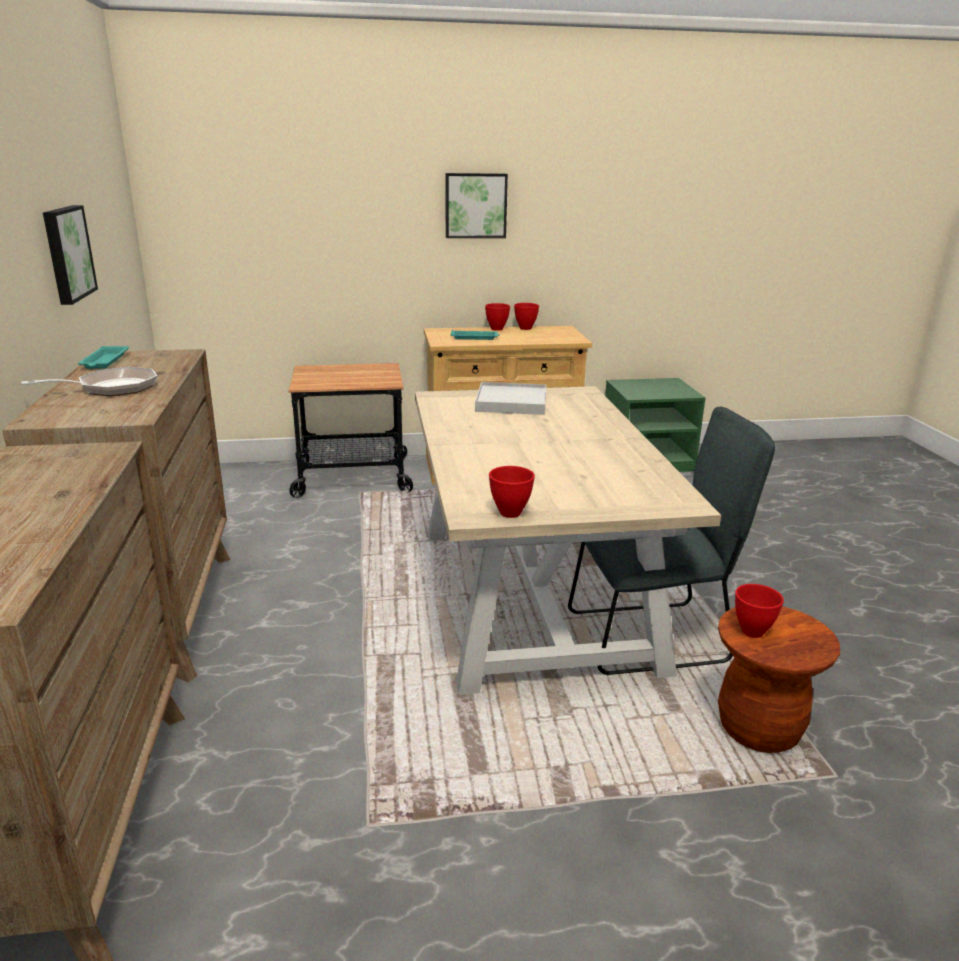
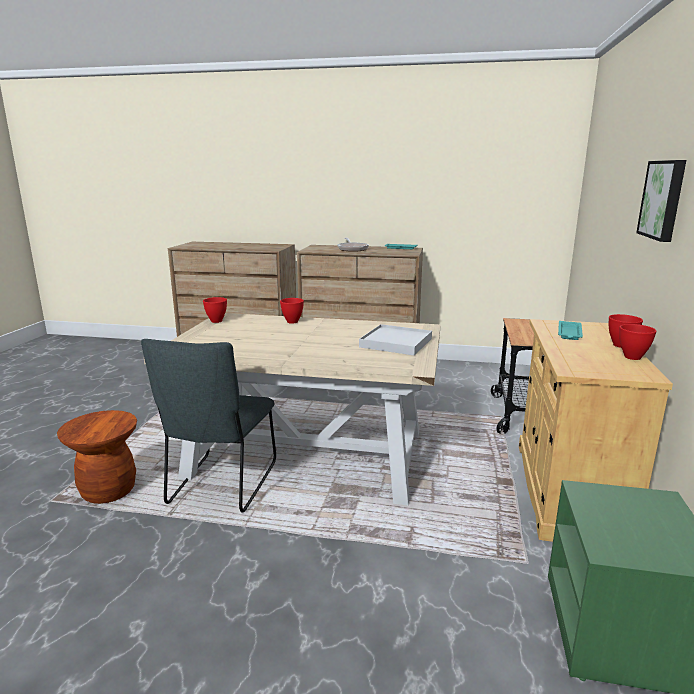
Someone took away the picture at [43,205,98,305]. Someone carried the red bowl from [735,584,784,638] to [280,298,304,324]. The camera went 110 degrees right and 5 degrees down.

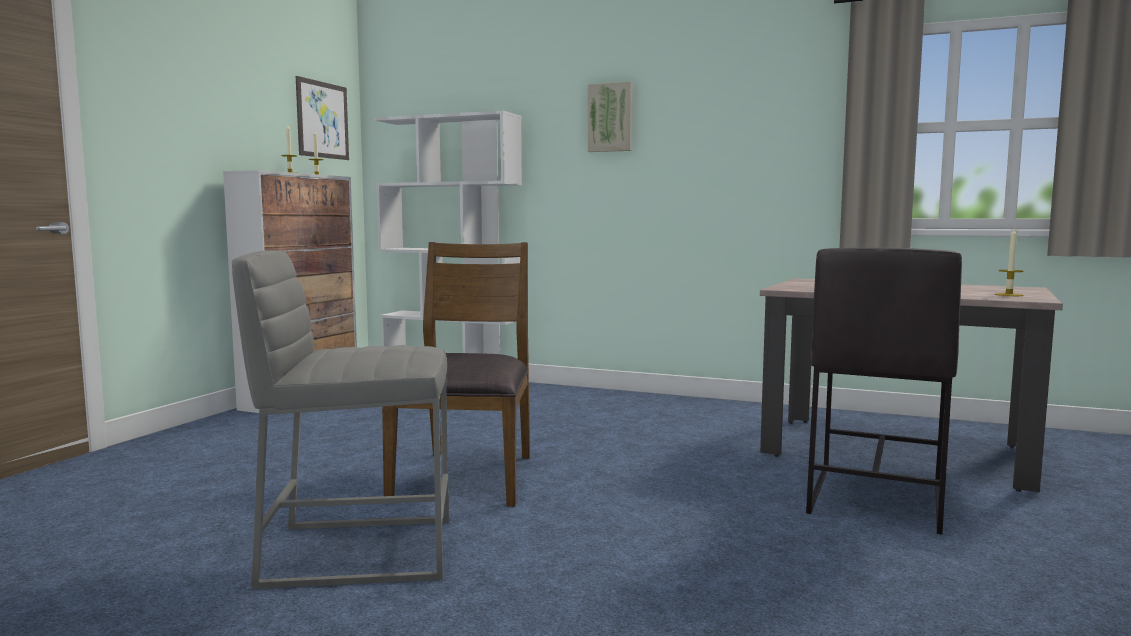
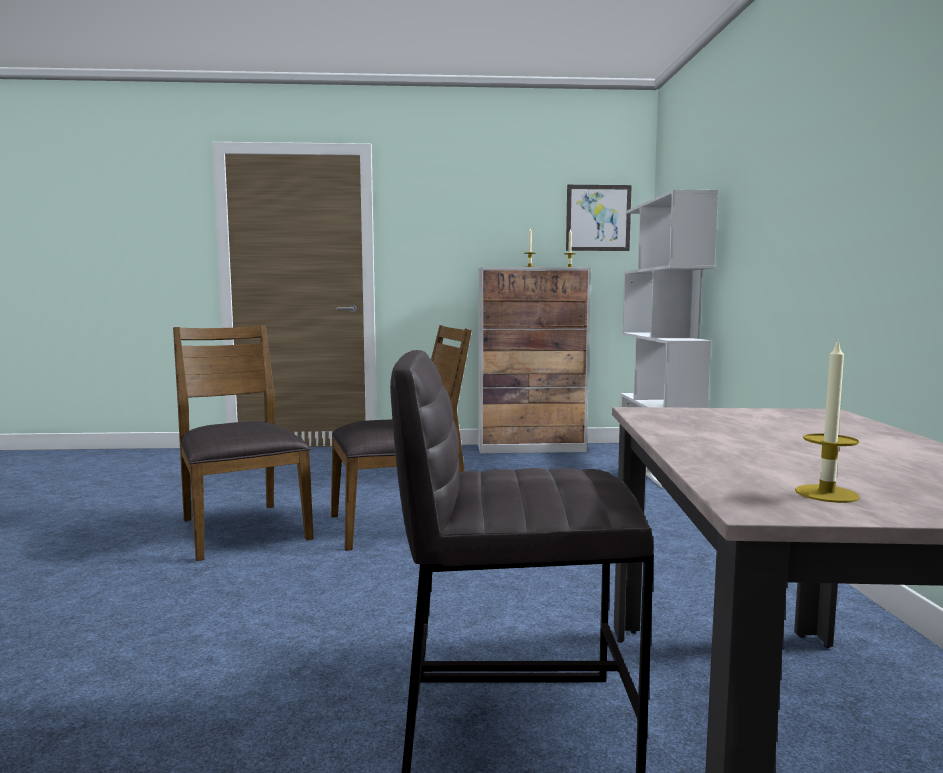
Someone took away the picture at [588,82,633,152]. Someone swapped the grey stool at [232,250,449,589] for the brown chair at [173,325,314,561]. The camera went 65 degrees right and 0 degrees up.

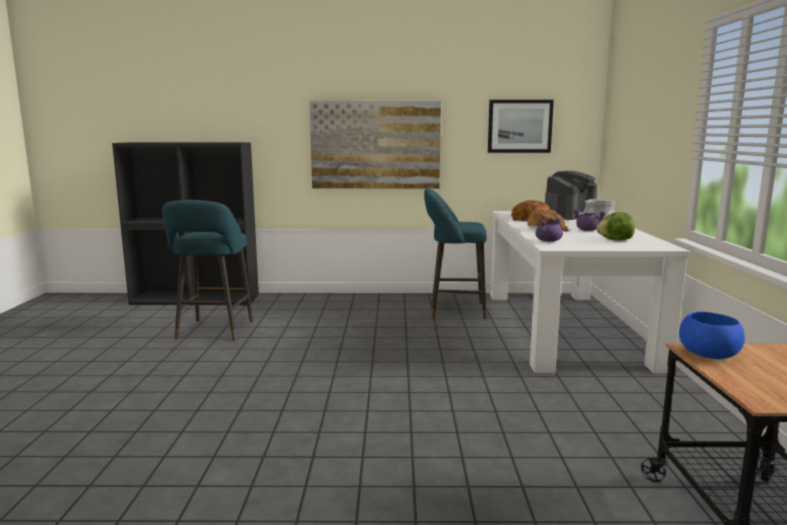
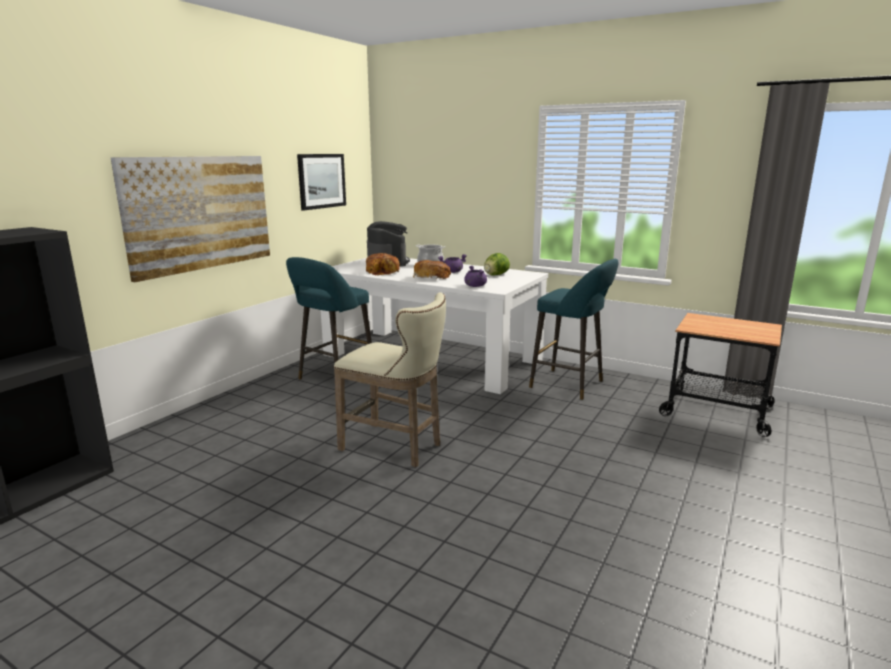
Someone carried the turquoise stool from [162,200,253,340] to [529,259,618,400]. Someone took away the blue bowl at [679,312,745,359]. Someone put down the beige stool at [334,292,446,467]. The camera went 60 degrees left and 5 degrees up.

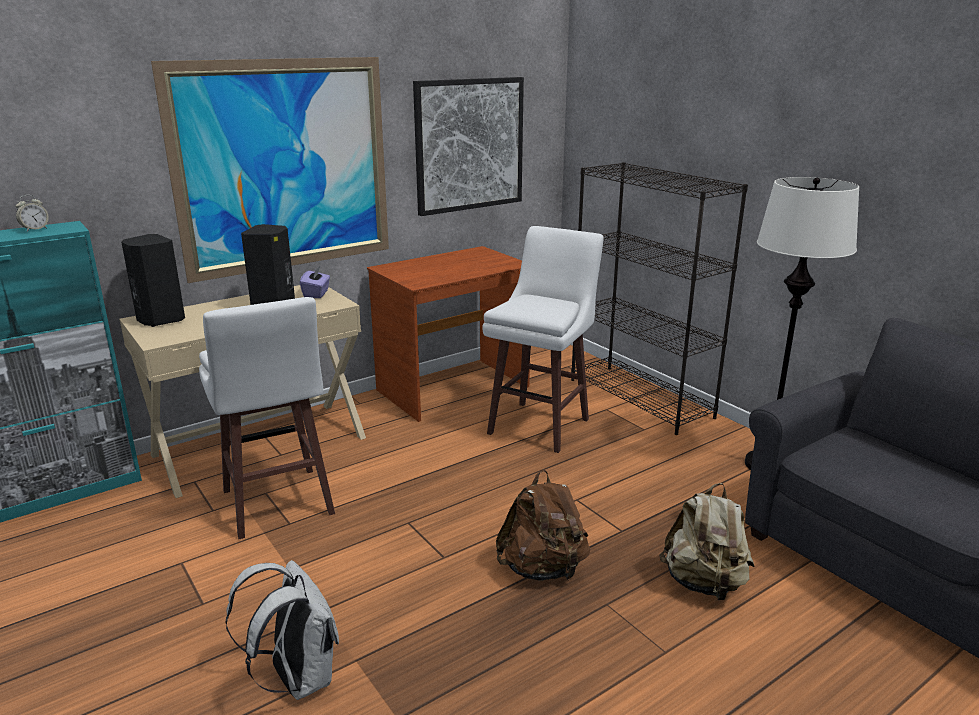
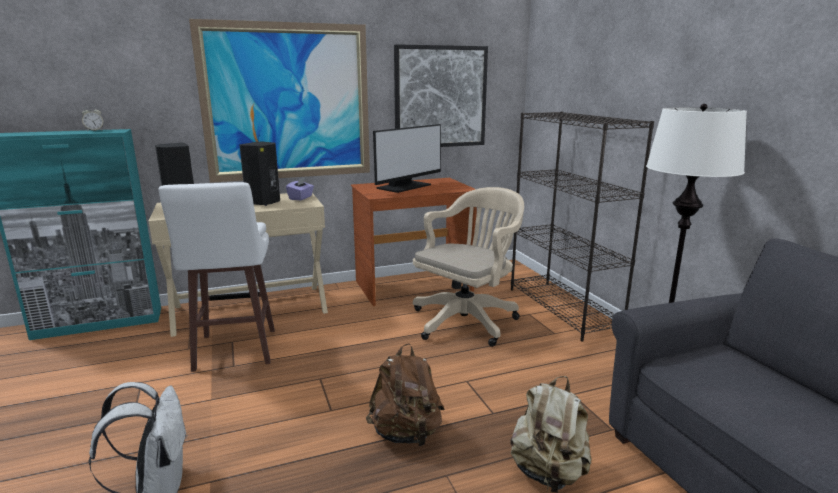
Someone swapped the white stool at [482,226,604,453] for the beige office chair at [413,187,524,347]. Someone put down the monitor at [373,124,441,193]. The camera went 15 degrees right and 5 degrees down.

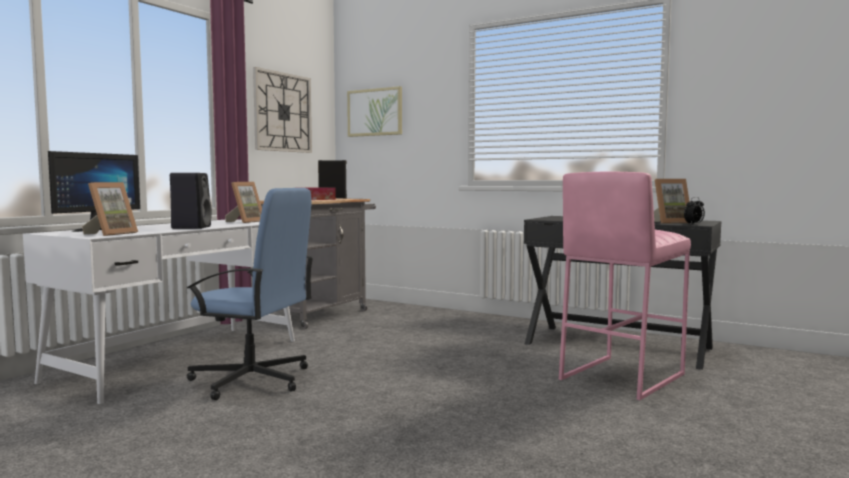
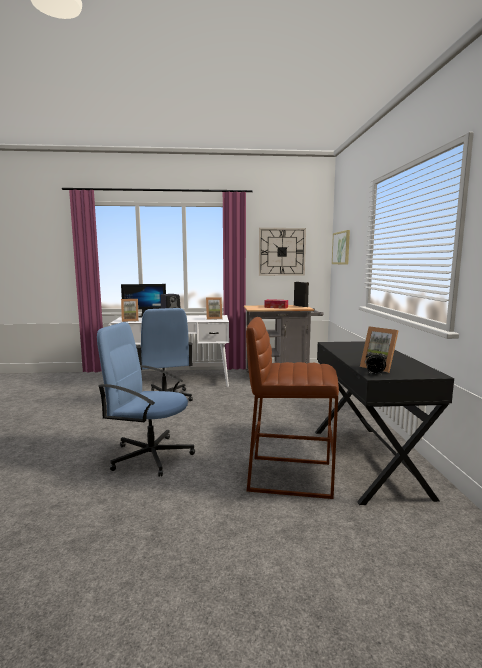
Someone repainted the pink stool at [559,171,691,400], which became the brown stool at [246,317,339,499]. Someone put down the blue office chair at [97,322,195,477]. The camera went 55 degrees right and 5 degrees up.

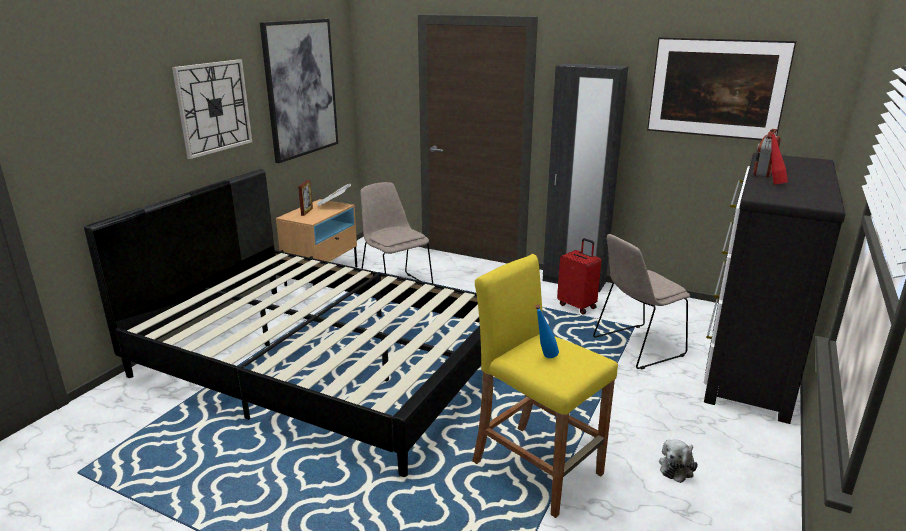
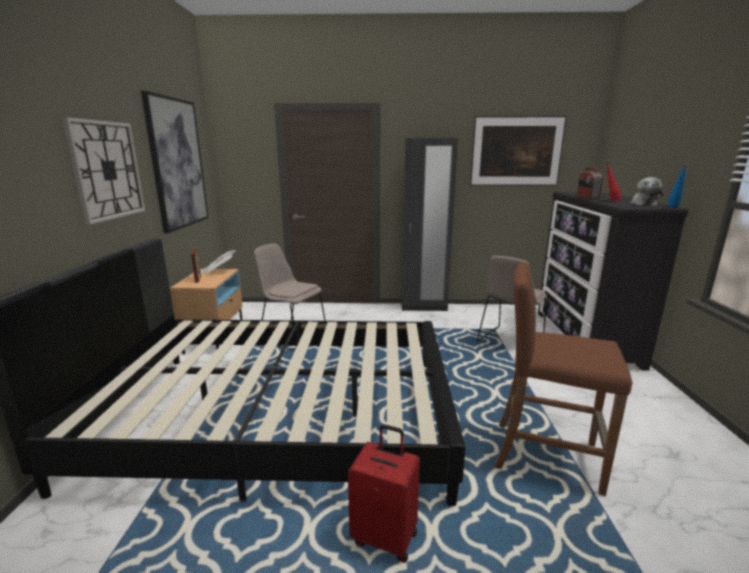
Someone carried the red suitcase from [557,238,601,314] to [348,424,420,563]. Someone repainted the yellow stool at [472,254,618,518], which became the brown stool at [495,262,632,496]. Someone carried the blue bottle from [535,304,559,358] to [667,164,687,207]. Someone carried the plush toy from [659,439,698,483] to [630,177,664,206]. The camera went 25 degrees left and 5 degrees down.

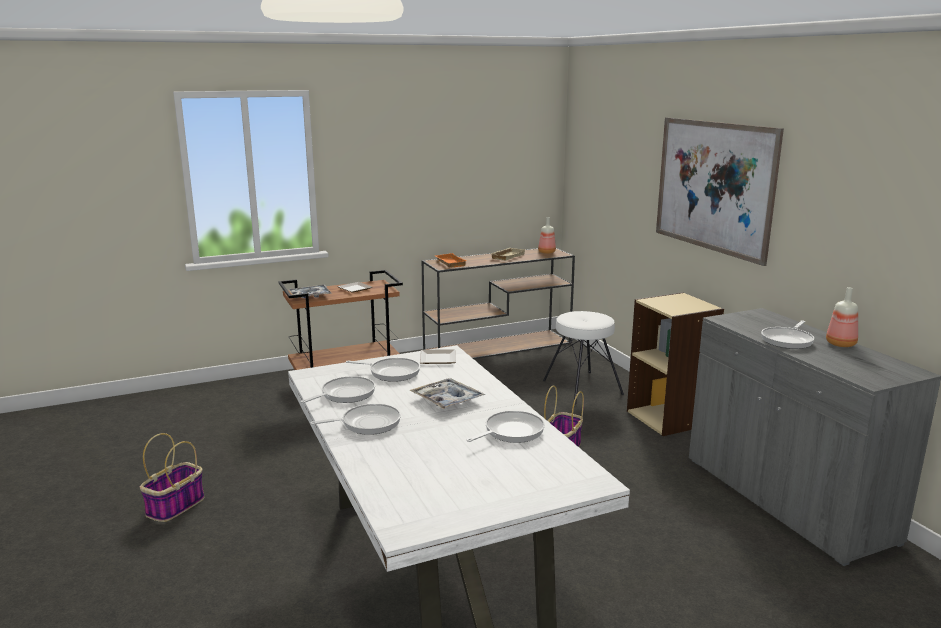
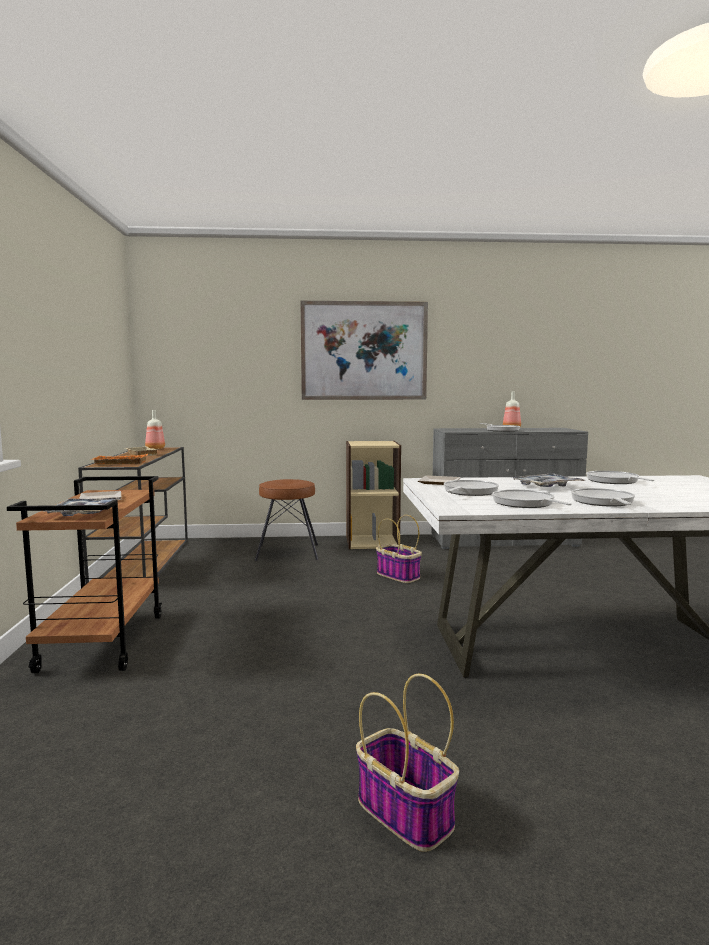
Someone repainted the white stool at [543,311,624,404], which became the brown stool at [255,479,318,561]. The camera went 70 degrees left and 10 degrees down.

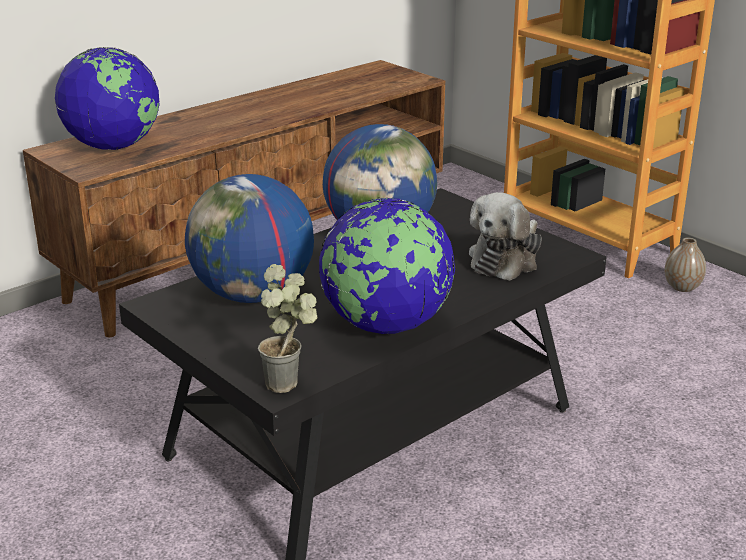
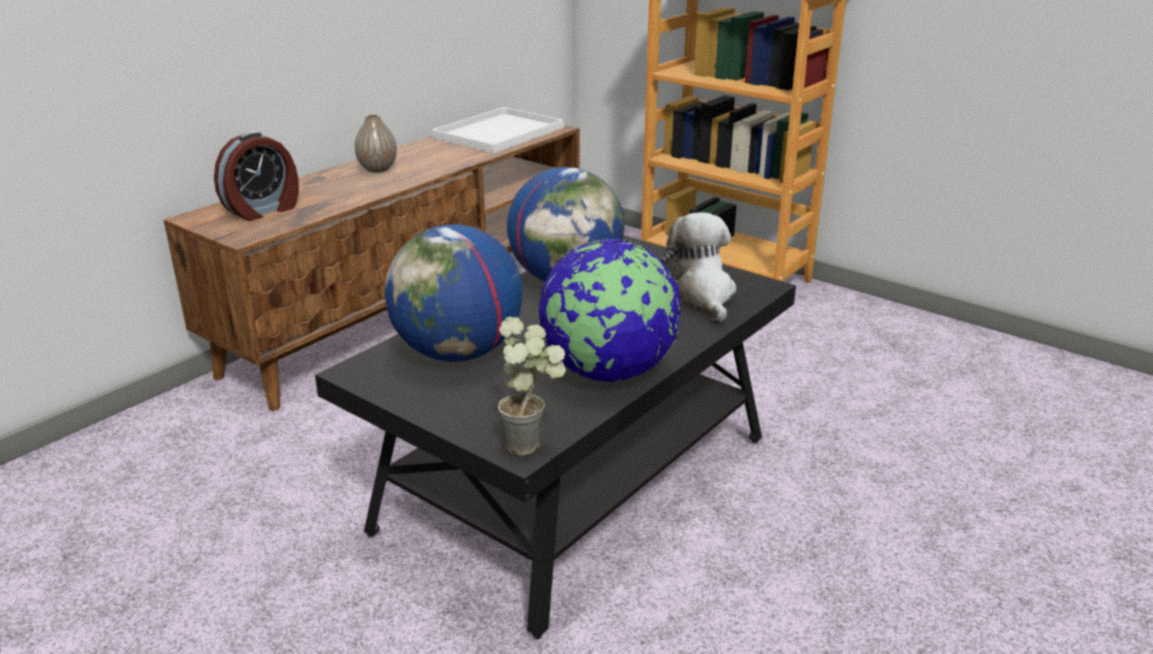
Someone swapped the globe at [55,47,160,150] for the alarm clock at [214,132,299,221]. Someone rotated the plush toy at [469,192,542,281] by 150 degrees clockwise. Someone carried the vase from [665,237,706,292] to [355,114,397,173]. Someone put down the white tray at [431,107,564,153]. The camera went 10 degrees left and 0 degrees up.

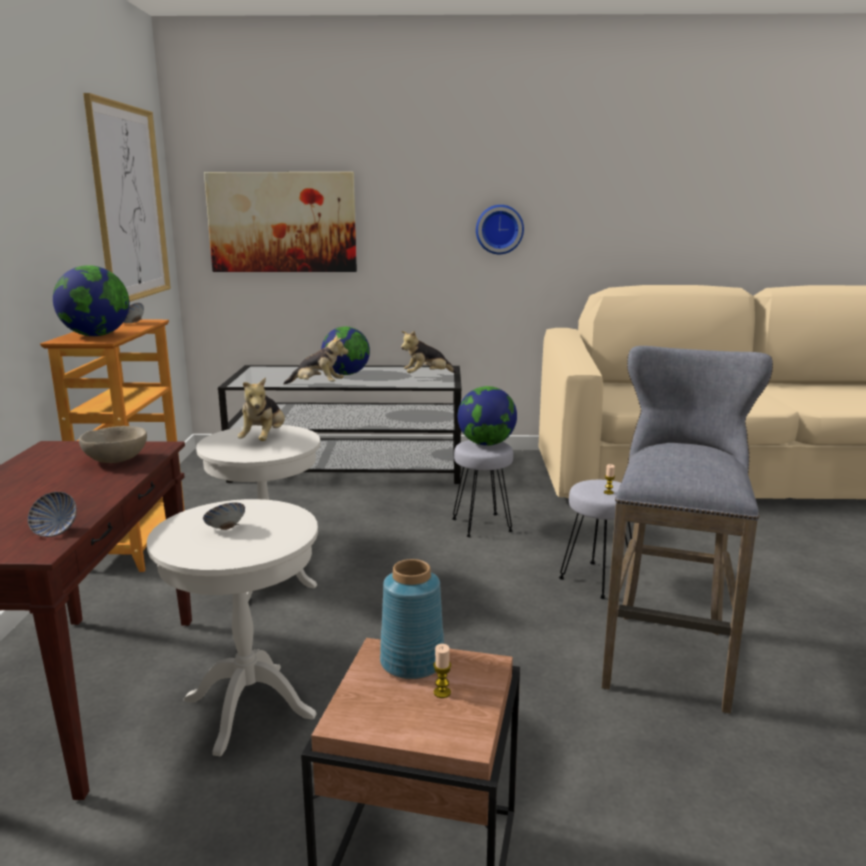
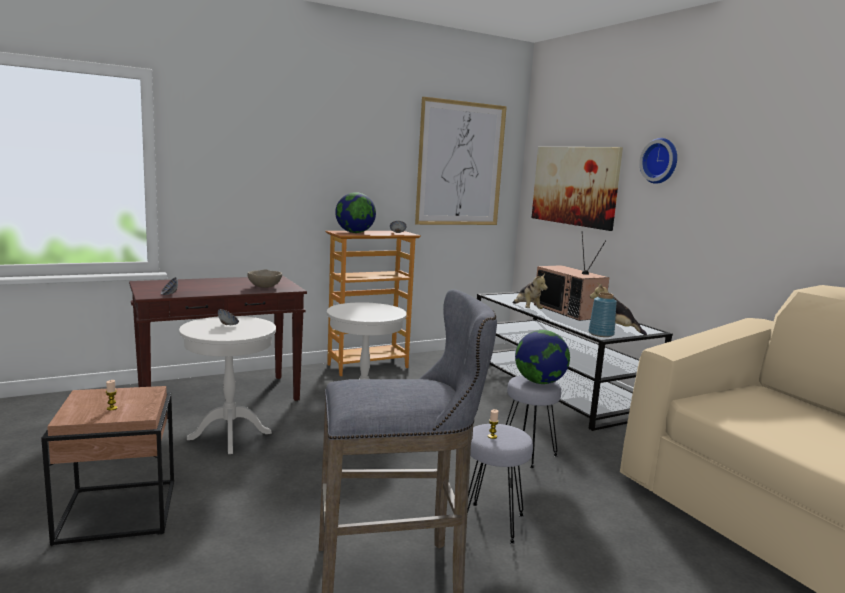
Someone carried the wall clock from [476,205,524,254] to [639,138,677,184]. Someone swapped the globe at [321,326,370,375] for the television at [534,234,609,321]. Someone took away the plush toy at [237,377,285,441]. Someone carried the blue vase from [380,559,444,679] to [588,292,617,337]. The camera went 60 degrees right and 5 degrees down.

